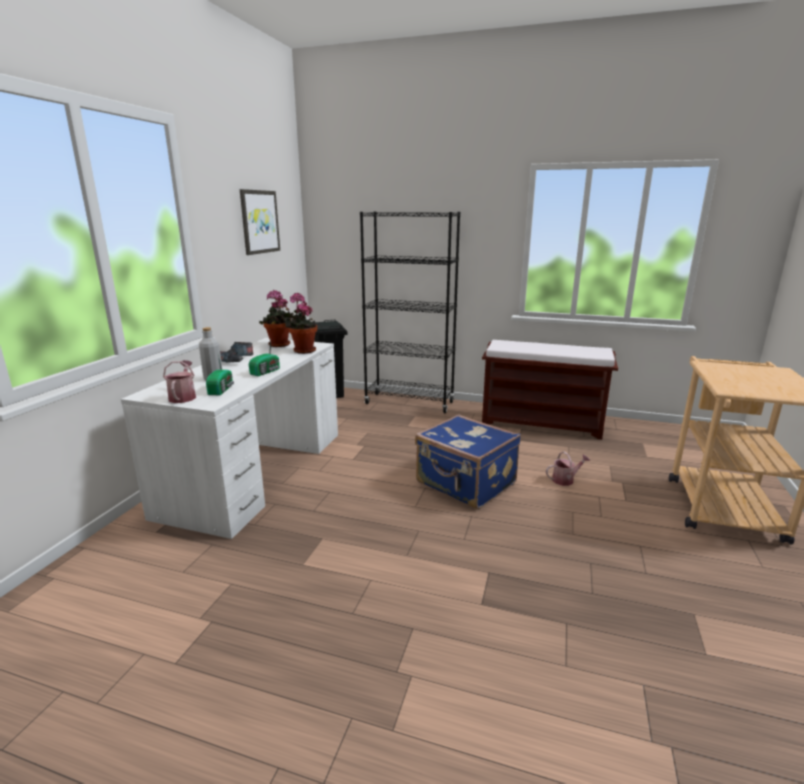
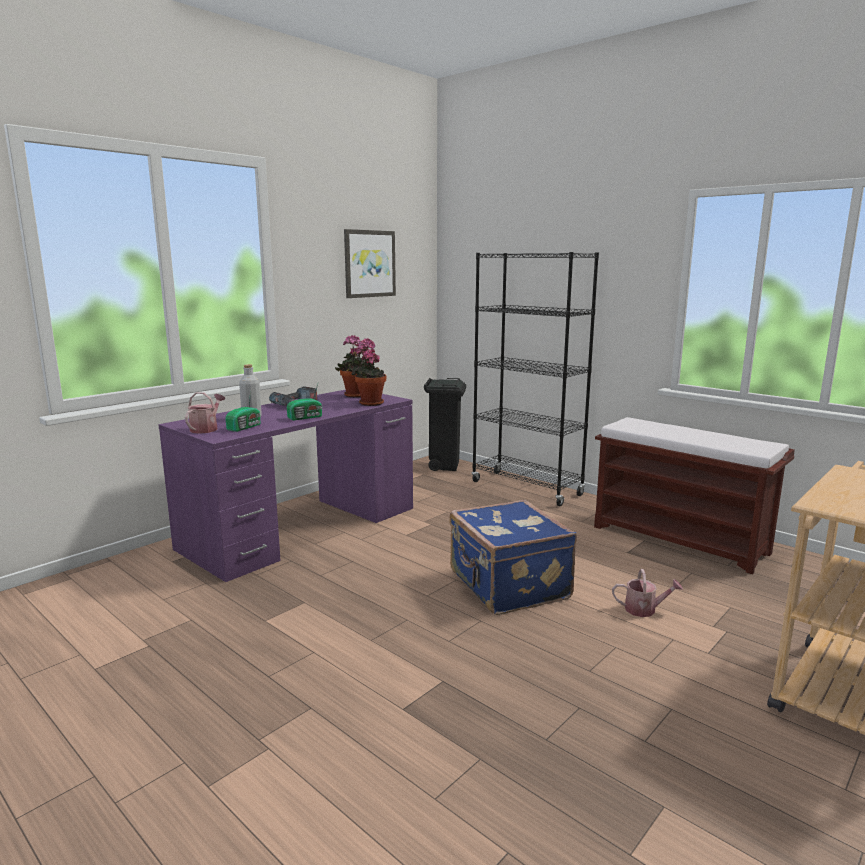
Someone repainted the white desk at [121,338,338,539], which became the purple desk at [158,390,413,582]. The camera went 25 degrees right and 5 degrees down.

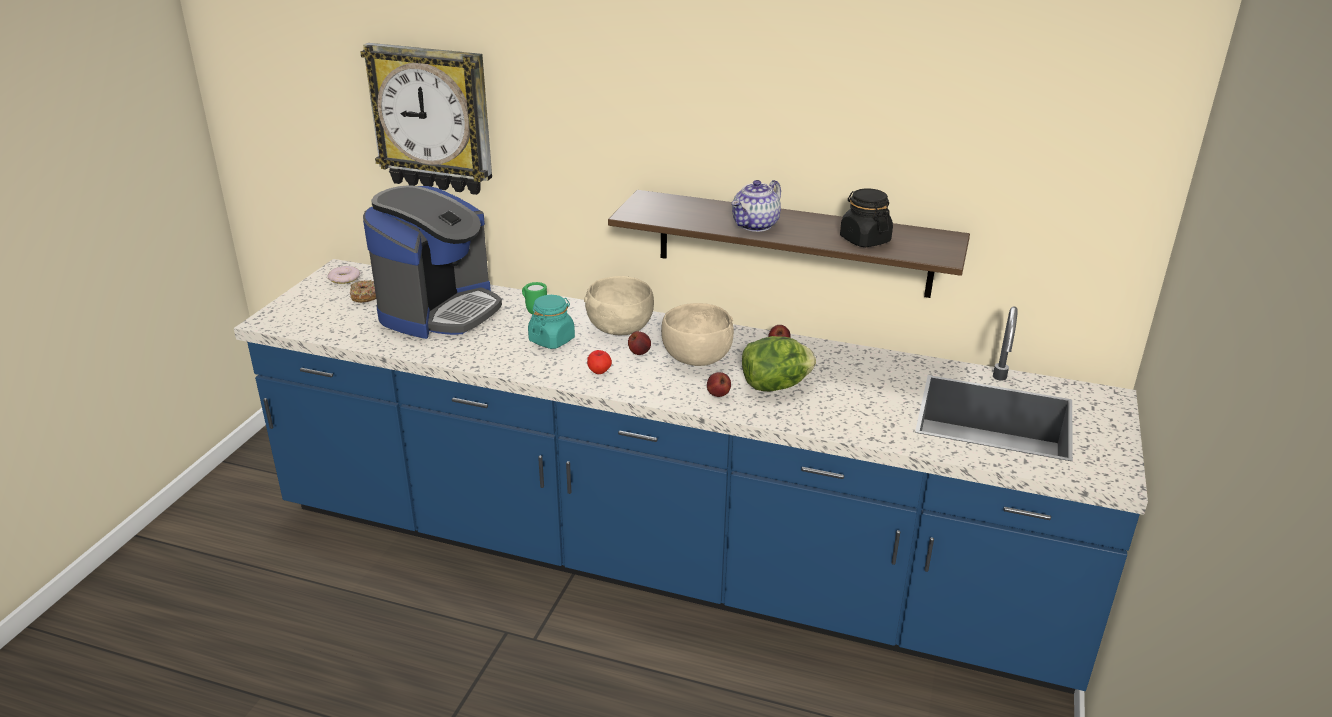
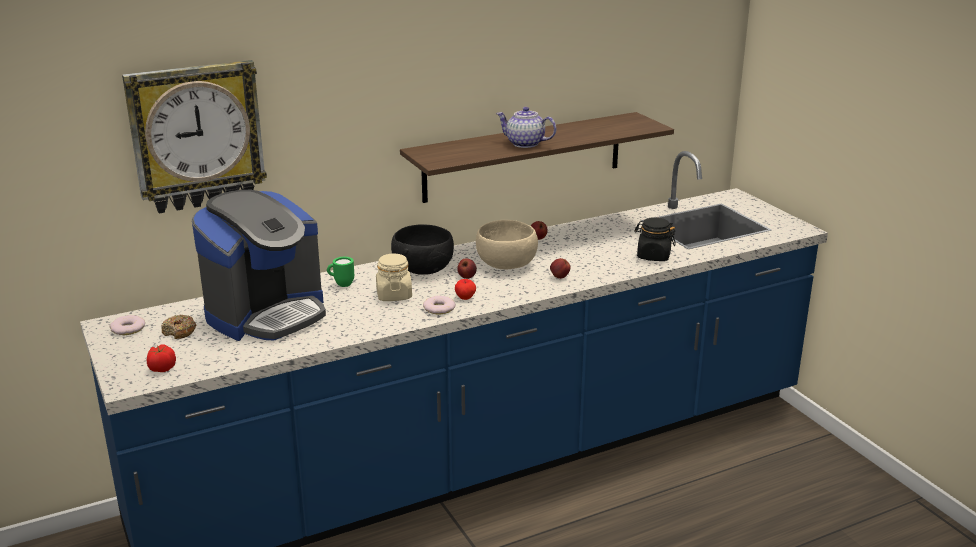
Someone rotated the teapot at [732,180,781,232] by 120 degrees clockwise. Someone rotated the coffee machine at [363,185,502,339] by 60 degrees clockwise. Someone carried the black jar from [840,188,893,247] to [634,217,676,261]. Someone repainted the beige bowl at [584,276,654,335], which became the black bowl at [391,225,454,275]. Someone repainted the turquoise jar at [528,295,575,349], which became the beige jar at [376,254,412,301]. Someone took away the lettuce at [742,336,816,391]. Someone put down the donut at [423,296,456,314]. Someone put down the tomato at [147,344,176,372]. The camera went 45 degrees left and 5 degrees down.

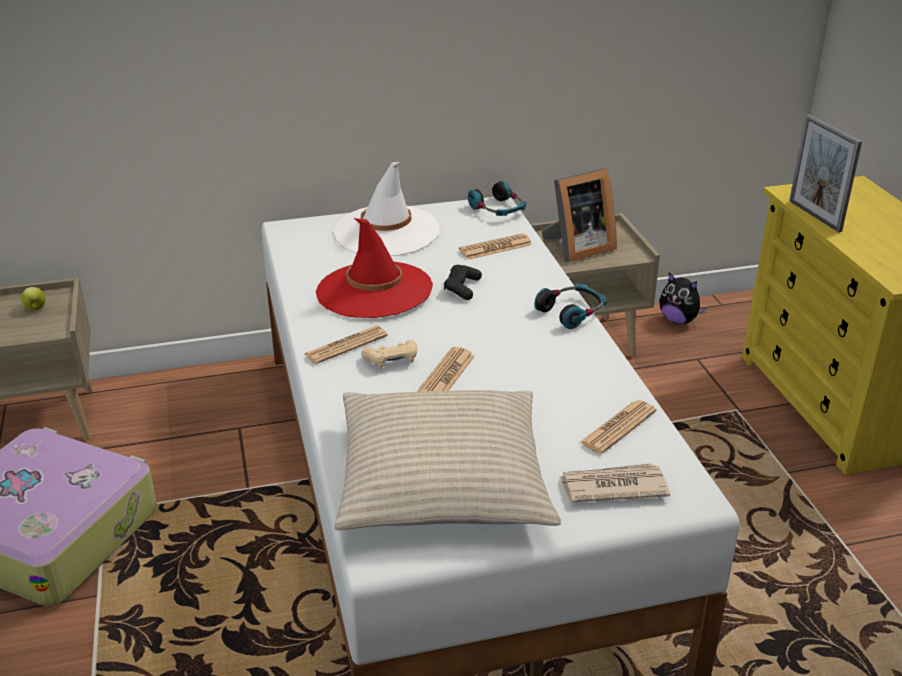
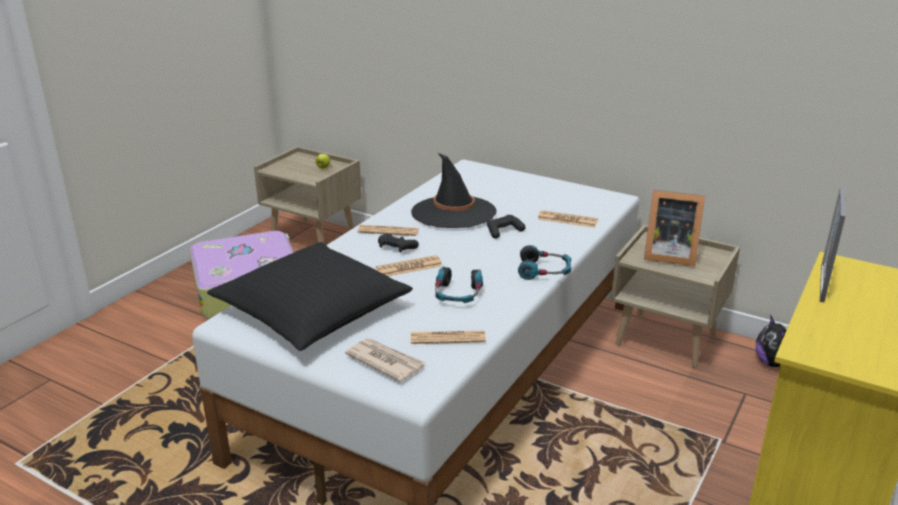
Someone took away the white hat at [334,162,439,256]. Someone carried the headphones from [468,181,526,216] to [435,266,483,303]. Someone repainted the red hat at [316,218,433,318], which became the black hat at [411,153,496,228]. Someone repainted the beige game controller at [361,340,417,369], which became the black game controller at [378,233,419,253]. Someone repainted the beige pillow at [334,390,561,530], which became the black pillow at [207,242,413,351]. The camera went 45 degrees right and 5 degrees down.

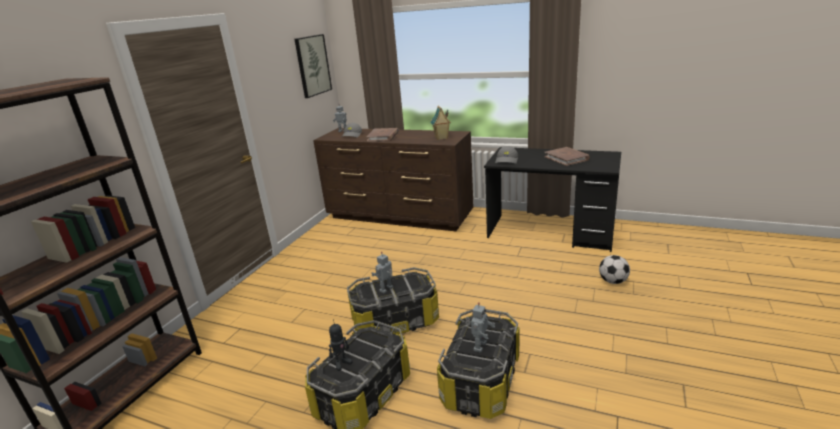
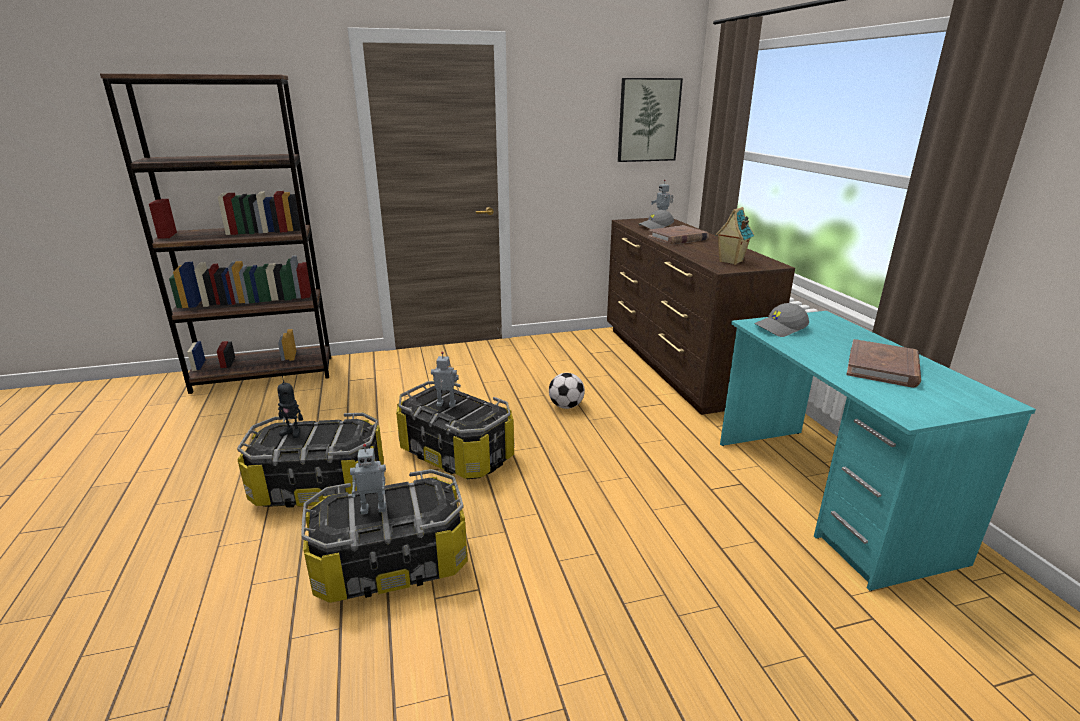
Someone repainted the black desk at [484,147,621,252], which became the turquoise desk at [720,311,1036,591]. Someone carried the football from [599,255,630,284] to [549,373,585,409]. The camera went 50 degrees right and 0 degrees up.

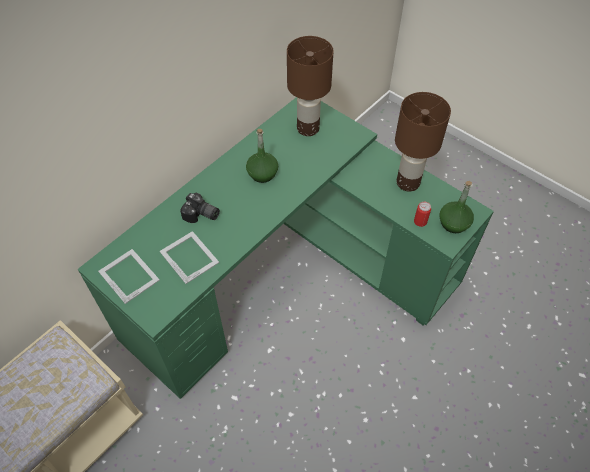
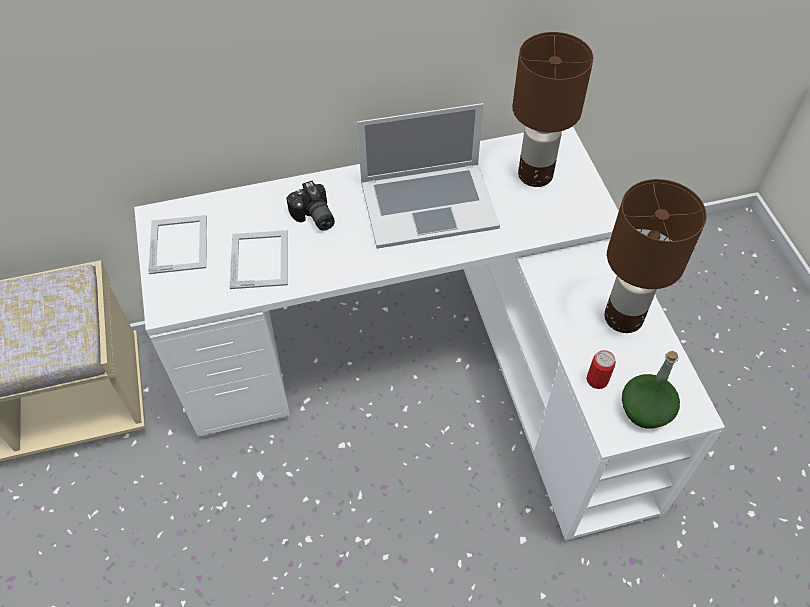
Someone repainted the green desk at [78,97,494,399], which became the white desk at [134,126,725,541]. Someone swapped the green bottle at [246,129,278,183] for the laptop at [357,103,500,249]. The camera went 35 degrees right and 0 degrees up.

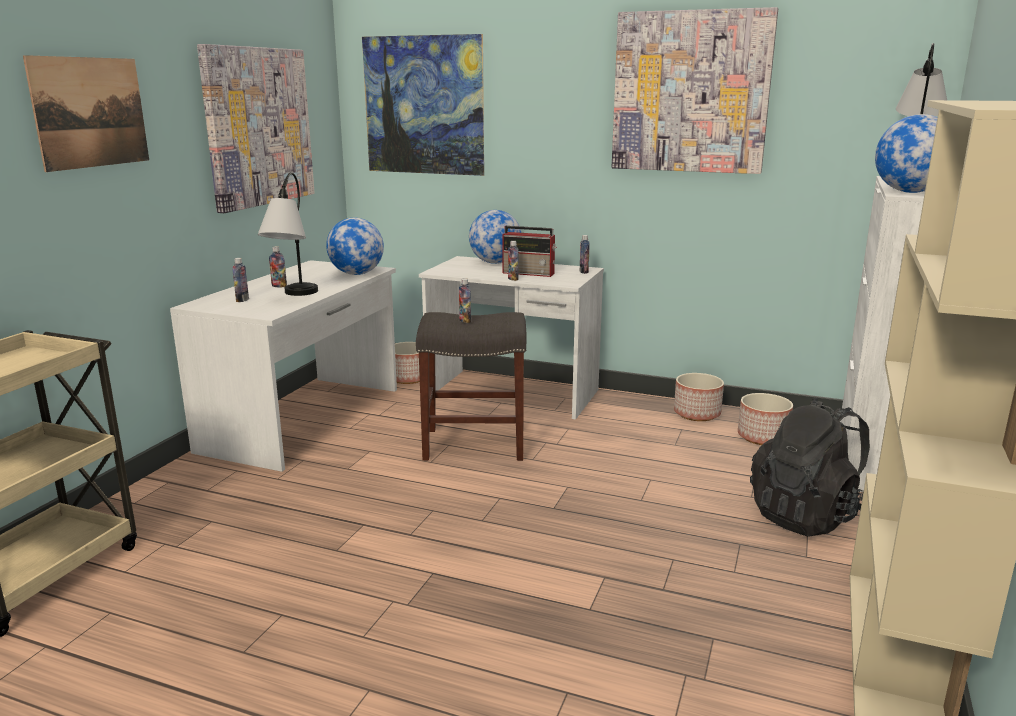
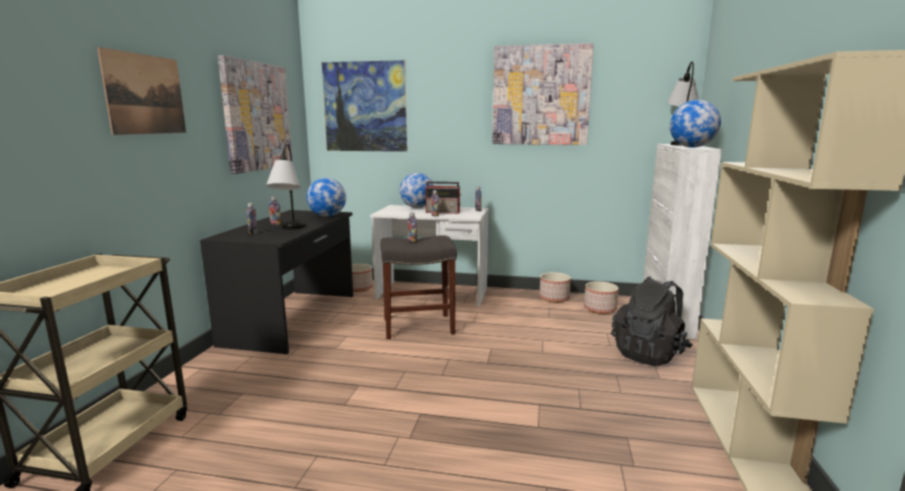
Someone repainted the white desk at [170,260,397,472], which became the black desk at [200,210,353,354]. The camera went 10 degrees left and 5 degrees down.

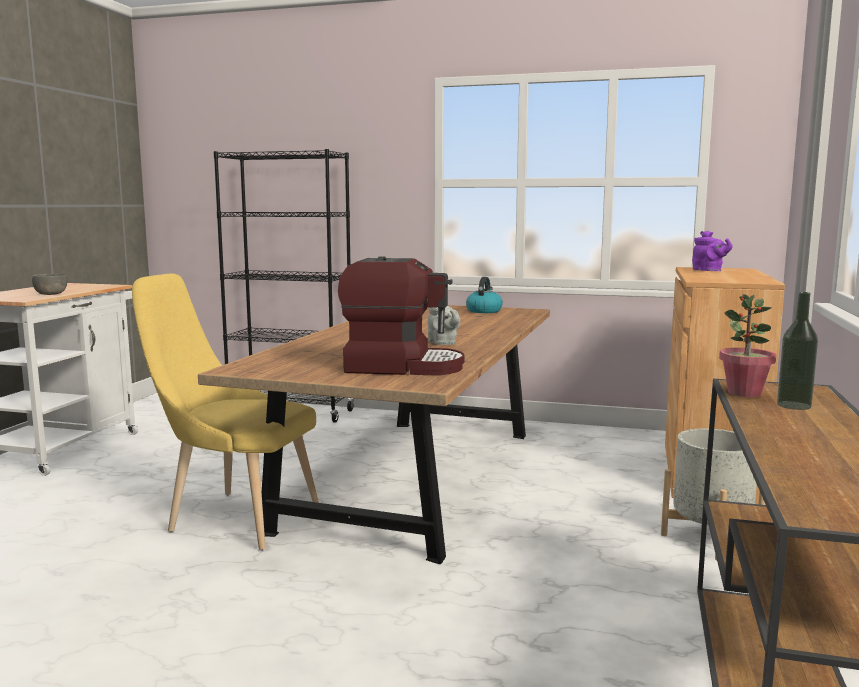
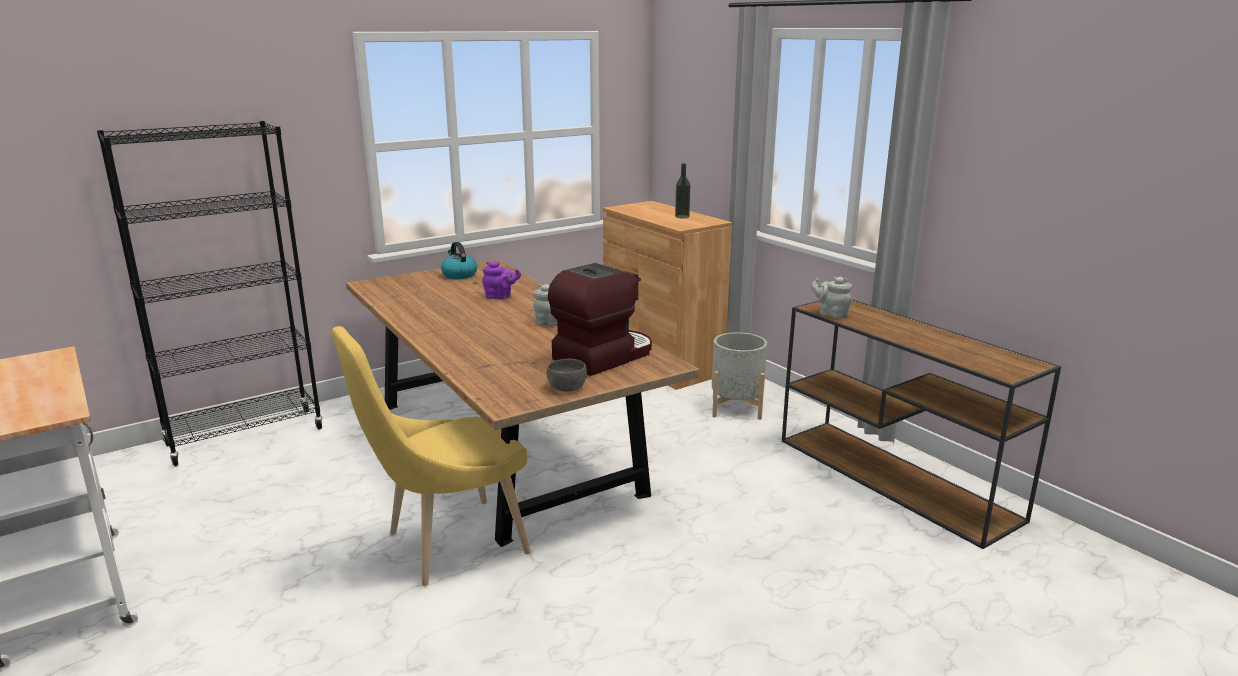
Someone carried the purple teapot from [692,231,733,271] to [482,261,521,299]. Someone carried the grey bowl from [32,274,67,295] to [547,359,587,392]. Someone carried the bottle from [777,292,818,410] to [675,163,691,219]. Someone swapped the potted plant at [719,294,776,397] for the grey teapot at [811,276,852,319]. The camera went 50 degrees left and 10 degrees up.

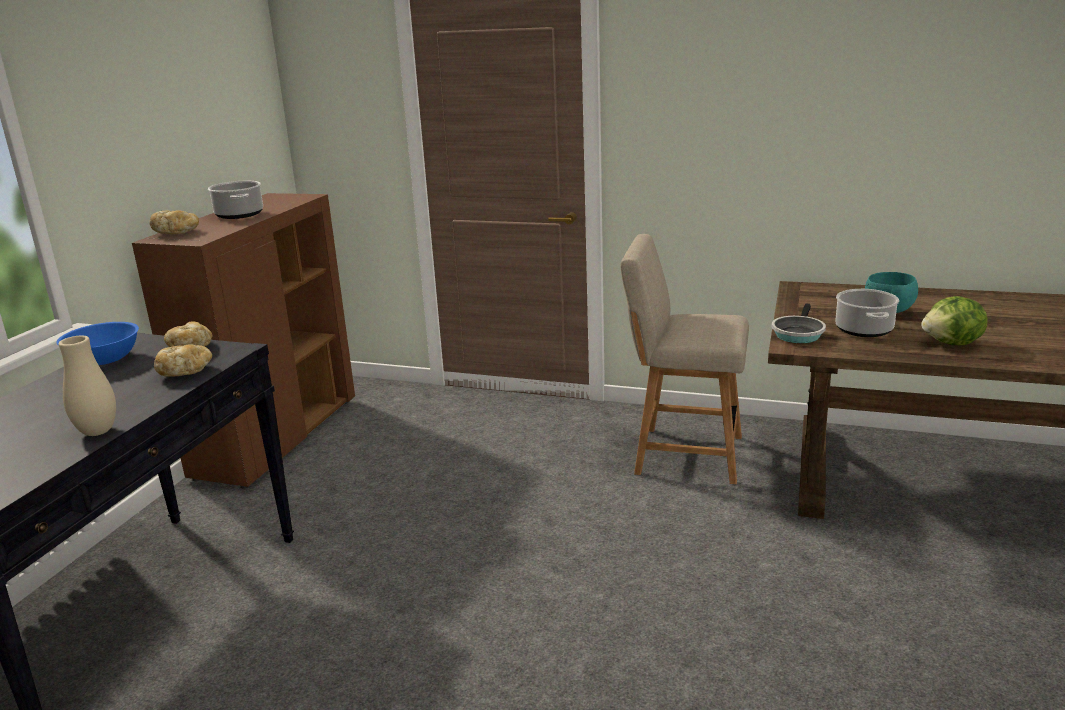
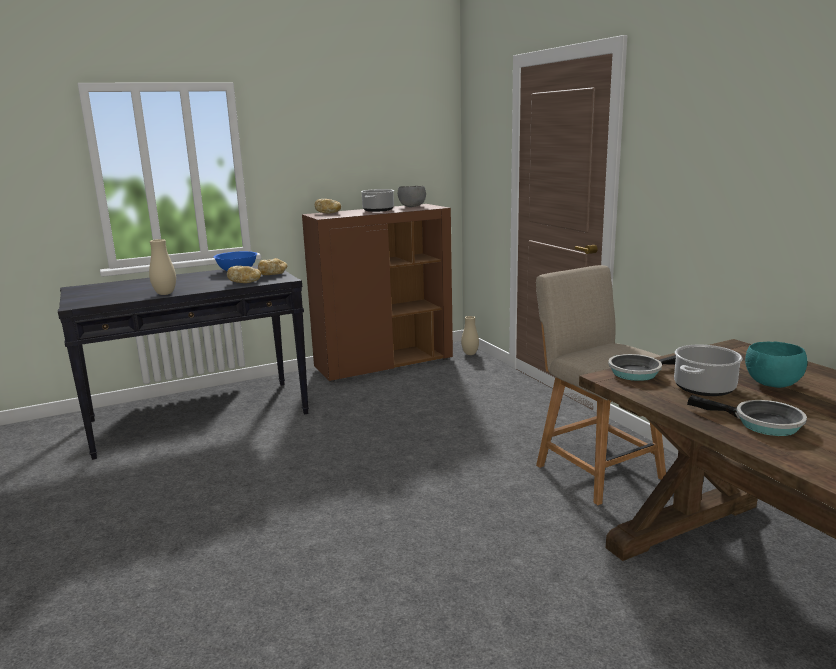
Someone swapped the lettuce at [921,296,988,346] for the frying pan at [687,395,807,436]. Someone put down the grey bowl at [398,186,426,207]. Someone put down the beige vase at [461,316,479,355]. The camera went 45 degrees right and 5 degrees down.

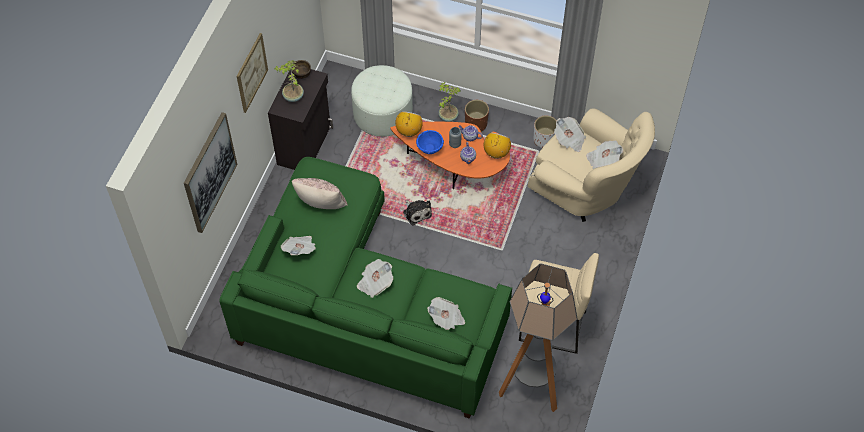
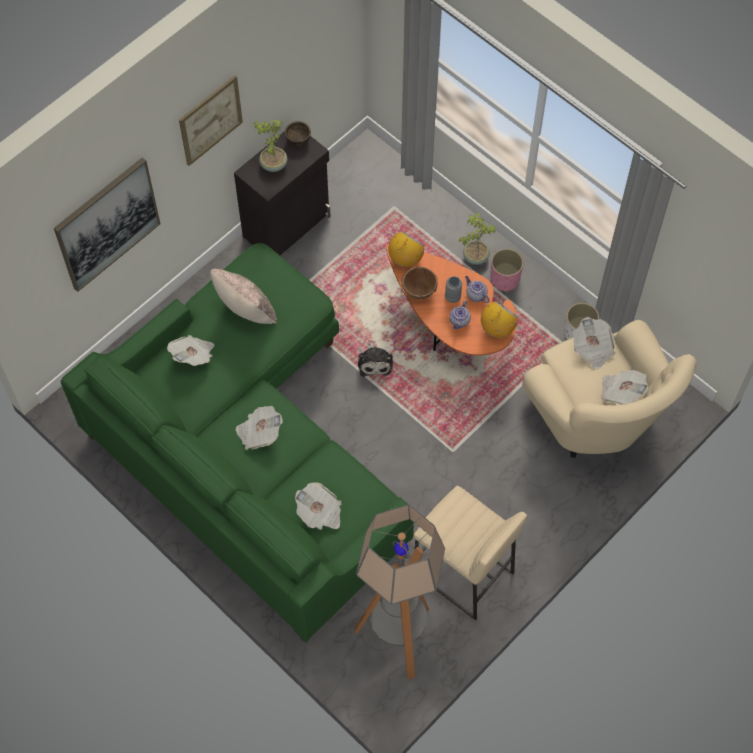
Someone took away the white ottoman at [351,65,413,137]. Someone repainted the brown planter at [465,100,489,132], which became the pink planter at [490,249,523,292]. Someone repainted the blue bowl at [416,130,444,154], which became the brown bowl at [401,267,438,299]. The camera went 25 degrees right and 5 degrees up.

